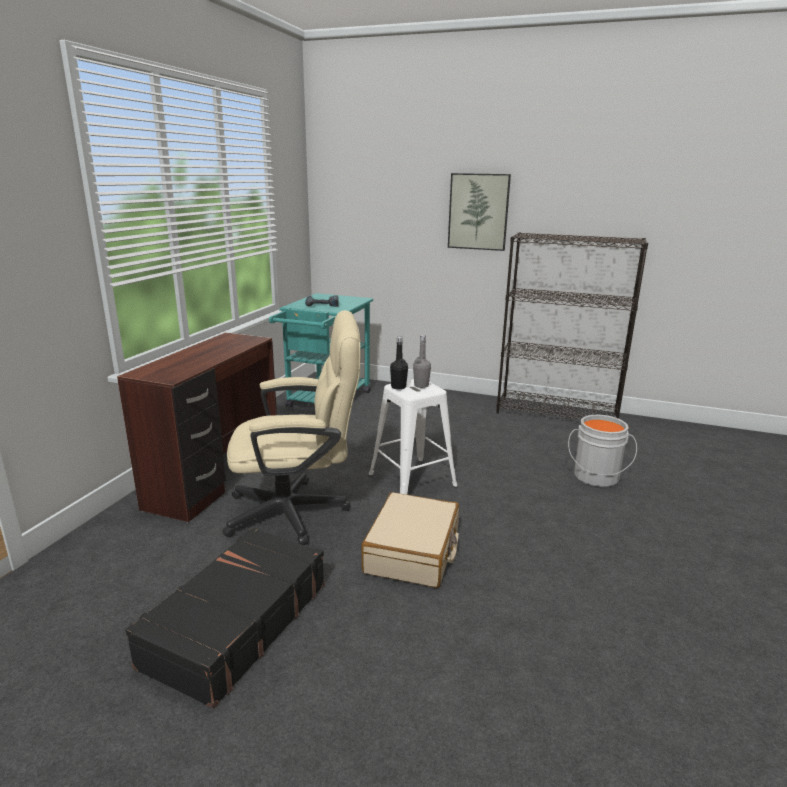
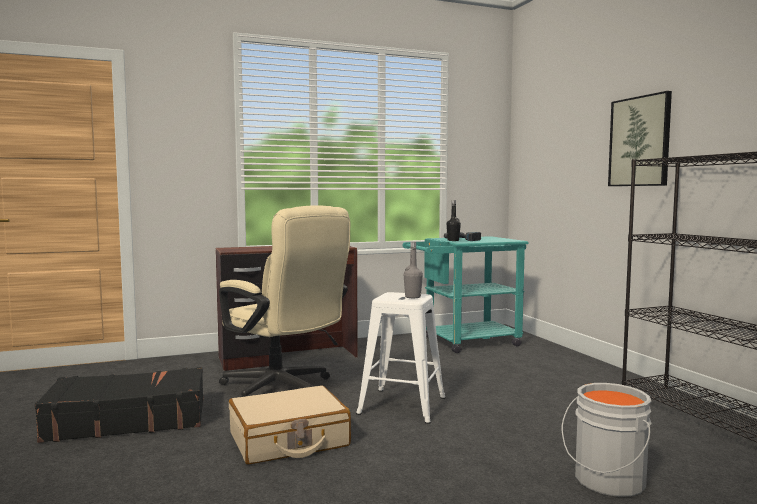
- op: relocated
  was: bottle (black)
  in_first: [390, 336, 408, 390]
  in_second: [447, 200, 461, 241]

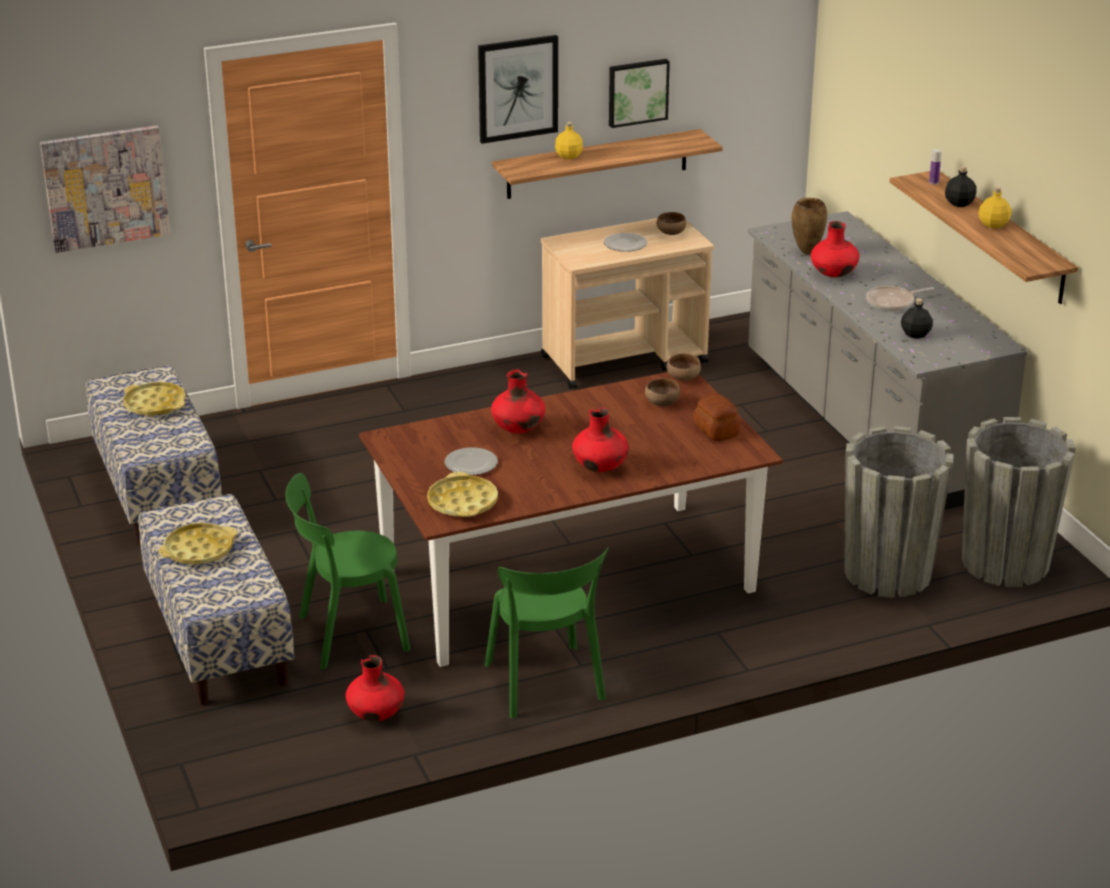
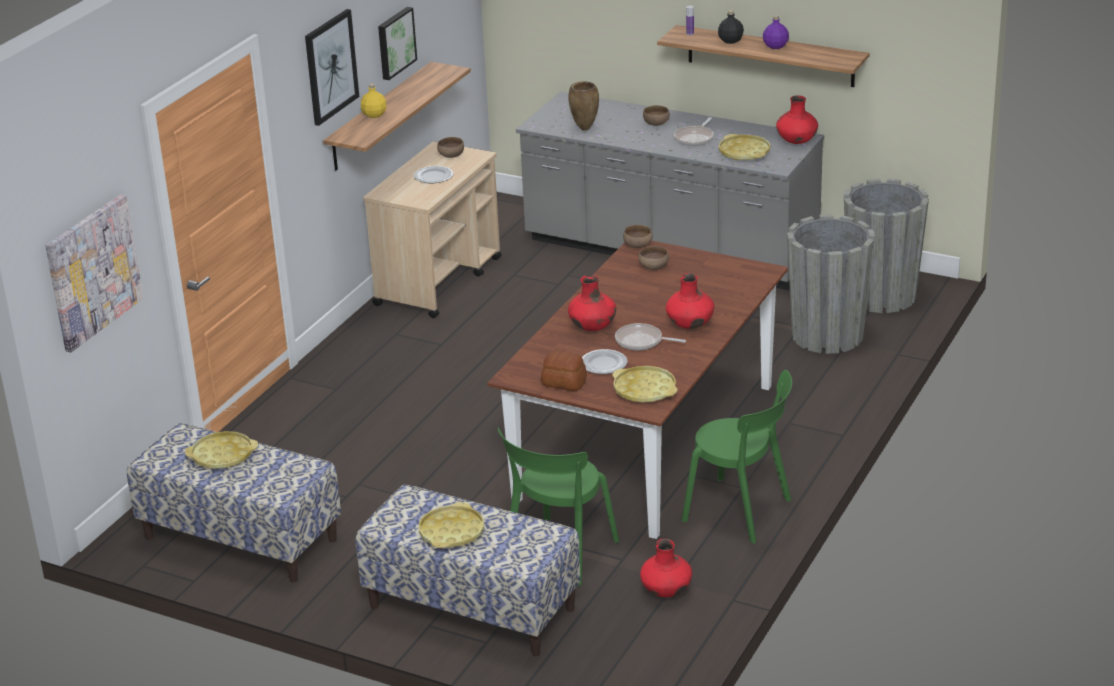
- op: relocated
  was: bread
  in_first: [693, 393, 740, 441]
  in_second: [541, 350, 587, 391]
- op: relocated
  was: vase (red)
  in_first: [811, 221, 859, 277]
  in_second: [776, 95, 818, 144]
- op: exchanged
  was: bottle (black)
  now: tray (yellow)
  in_first: [901, 298, 933, 339]
  in_second: [719, 134, 770, 160]
- op: colour
  was: bottle (yellow)
  now: bottle (purple)
  in_first: [978, 187, 1011, 229]
  in_second: [763, 15, 789, 49]
- op: appeared
  now: frying pan
  in_second: [615, 323, 686, 350]
- op: appeared
  now: bowl (brown)
  in_second: [643, 105, 670, 126]

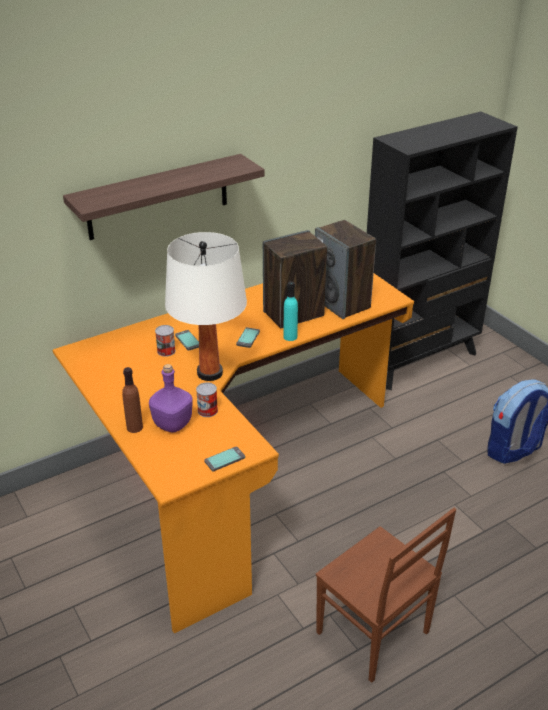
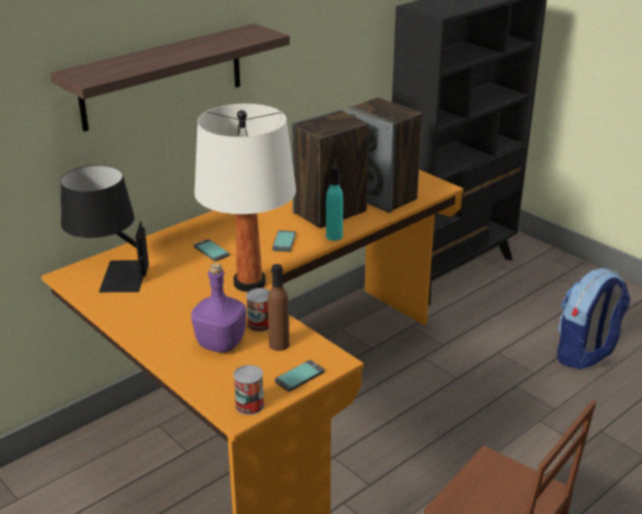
- op: relocated
  was: bottle (brown)
  in_first: [122, 367, 143, 433]
  in_second: [268, 264, 289, 351]
- op: relocated
  was: can
  in_first: [155, 325, 176, 357]
  in_second: [233, 365, 264, 415]
- op: appeared
  now: table lamp (black)
  in_second: [61, 165, 149, 292]

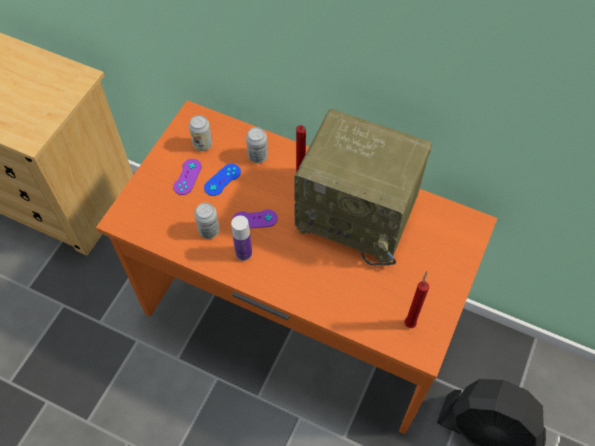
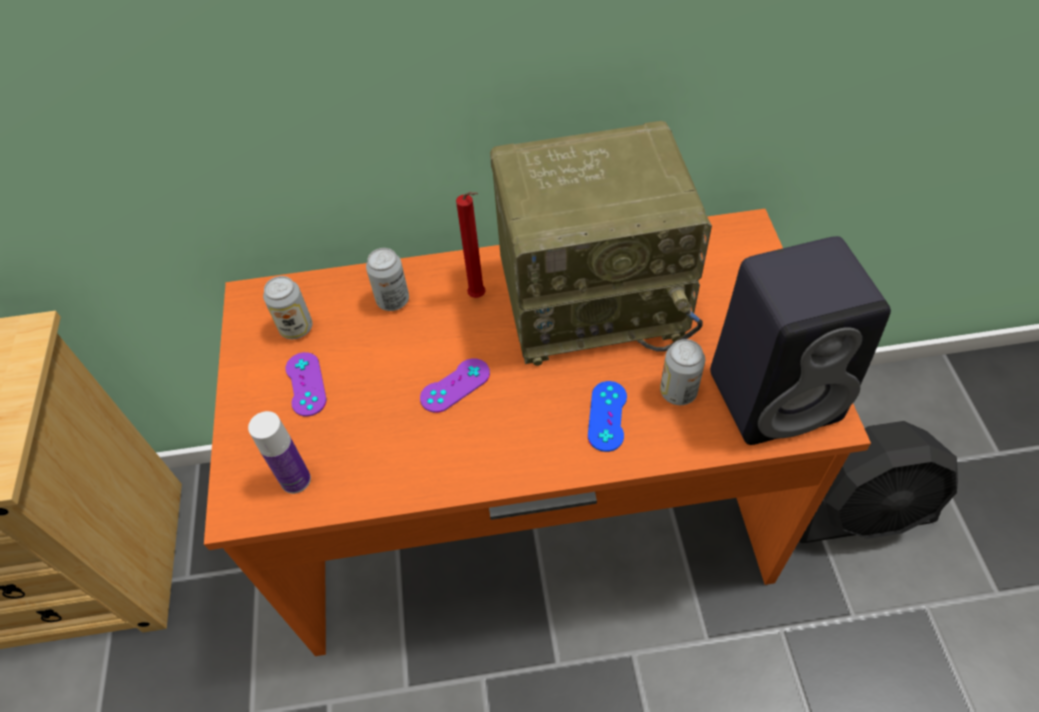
- op: relocated
  was: can
  in_first: [194, 203, 220, 239]
  in_second: [660, 339, 705, 405]
- op: relocated
  was: game controller (blue)
  in_first: [204, 164, 241, 196]
  in_second: [588, 381, 627, 452]
- op: relocated
  was: bottle
  in_first: [231, 216, 252, 261]
  in_second: [248, 411, 311, 494]
- op: exchanged
  was: candle (red)
  now: speaker (black)
  in_first: [405, 271, 429, 328]
  in_second: [710, 236, 891, 445]

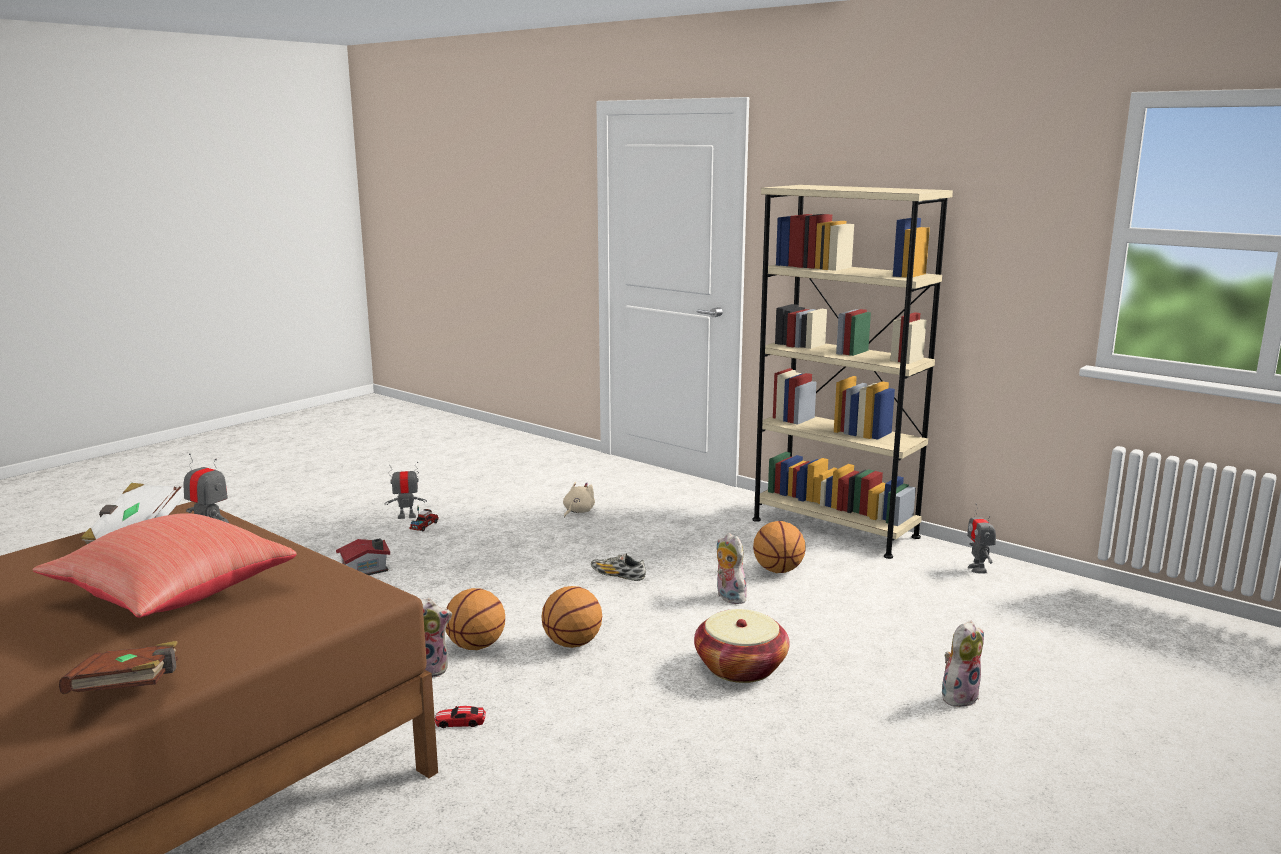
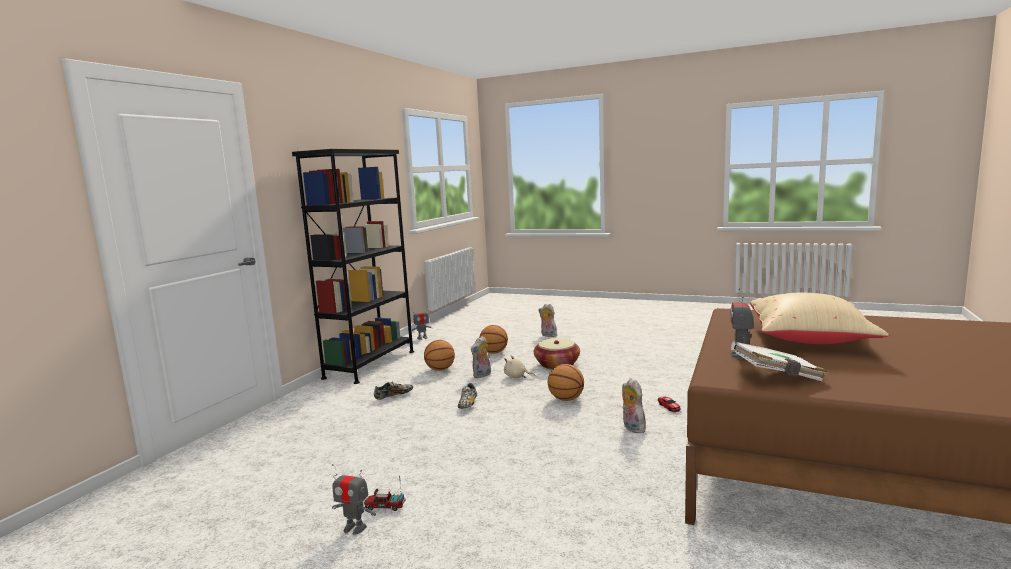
- op: colour
  was: pillow (red)
  now: pillow (beige)
  in_first: [33, 513, 296, 618]
  in_second: [750, 293, 889, 344]
- op: missing
  was: book (brown)
  in_first: [59, 641, 178, 694]
- op: missing
  was: toy house
  in_first: [336, 538, 390, 575]
- op: spun
  was: toy robot
  in_first: [385, 462, 427, 519]
  in_second: [332, 464, 376, 535]
  clockwise: -45
- op: relocated
  was: basketball
  in_first: [446, 588, 505, 650]
  in_second: [479, 325, 508, 354]
- op: relocated
  was: plush toy (beige)
  in_first: [563, 482, 595, 518]
  in_second: [504, 355, 535, 378]
- op: colour
  was: bookcase (beige)
  now: bookcase (black)
  in_first: [752, 185, 953, 559]
  in_second: [292, 149, 414, 384]
- op: appeared
  now: shoe
  in_second: [374, 382, 413, 400]

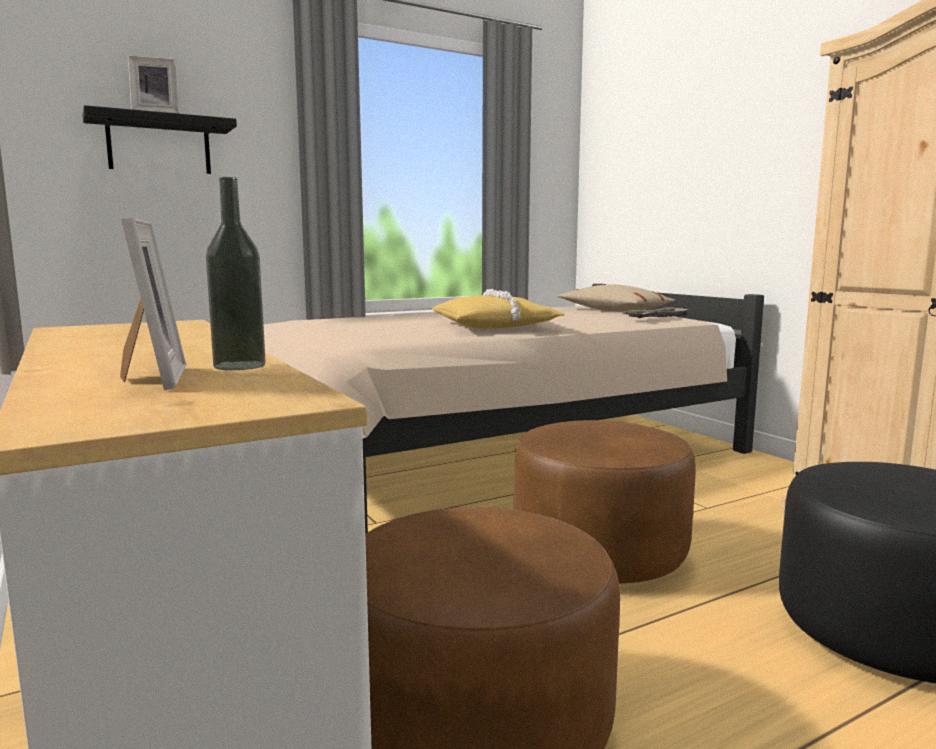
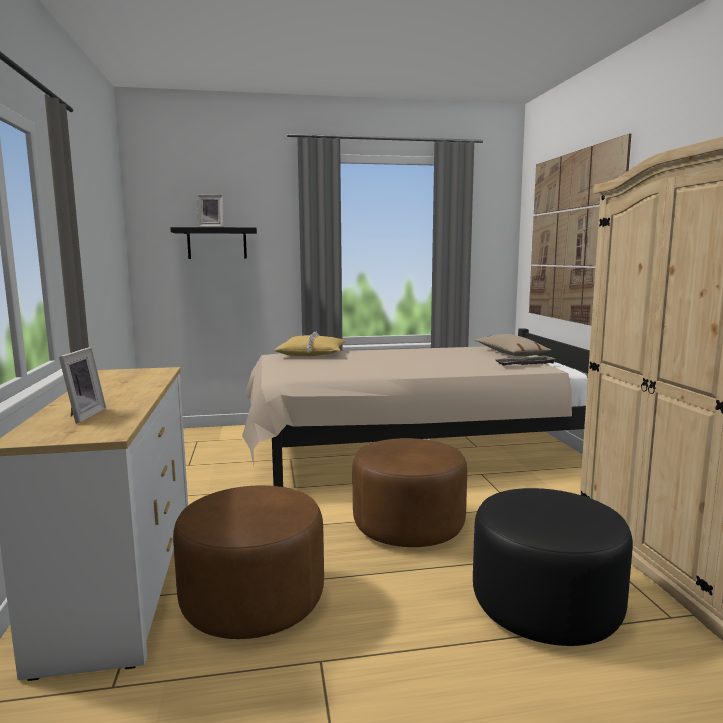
- op: missing
  was: bottle
  in_first: [206, 177, 266, 370]
- op: relocated
  was: pillow (yellow)
  in_first: [432, 289, 564, 329]
  in_second: [275, 331, 346, 356]
- op: appeared
  now: picture
  in_second: [529, 134, 631, 326]

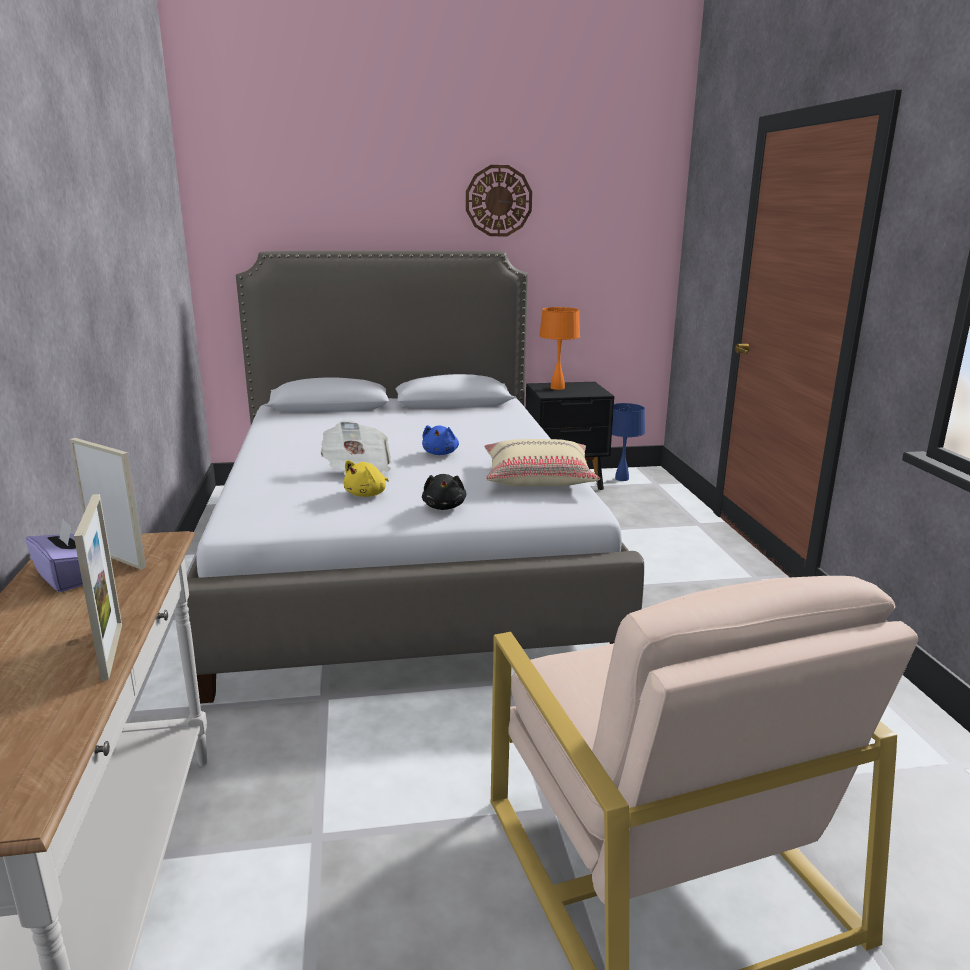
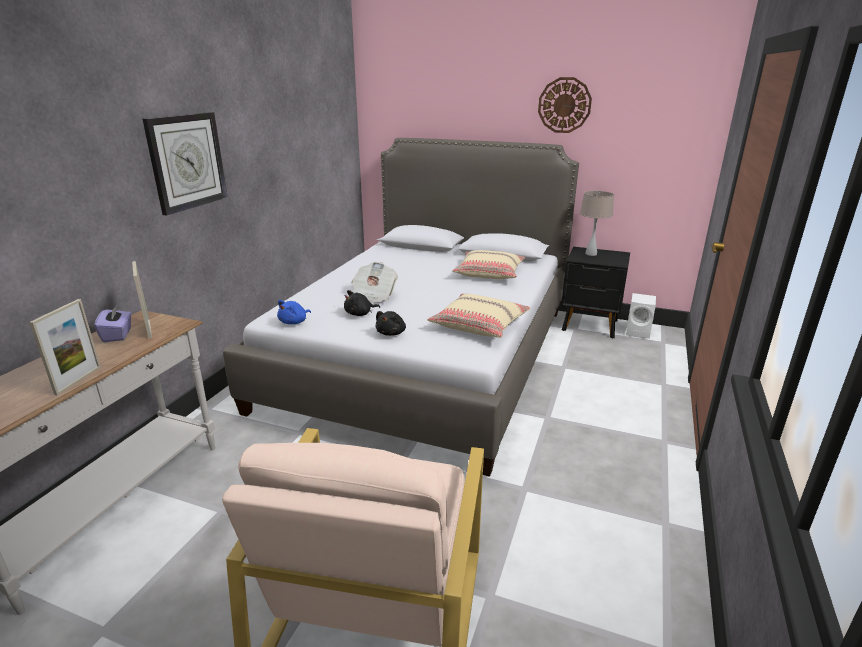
- op: colour
  was: plush toy (yellow)
  now: plush toy (black)
  in_first: [343, 460, 389, 497]
  in_second: [344, 290, 380, 316]
- op: relocated
  was: plush toy (blue)
  in_first: [422, 425, 459, 455]
  in_second: [277, 300, 311, 324]
- op: colour
  was: table lamp (orange)
  now: table lamp (beige)
  in_first: [539, 307, 580, 390]
  in_second: [580, 191, 614, 256]
- op: exchanged
  was: table lamp (blue)
  now: speaker (white)
  in_first: [612, 403, 645, 481]
  in_second: [626, 293, 656, 339]
- op: appeared
  now: wall clock
  in_second: [142, 112, 227, 215]
- op: appeared
  now: pillow (beige)
  in_second: [452, 250, 525, 279]

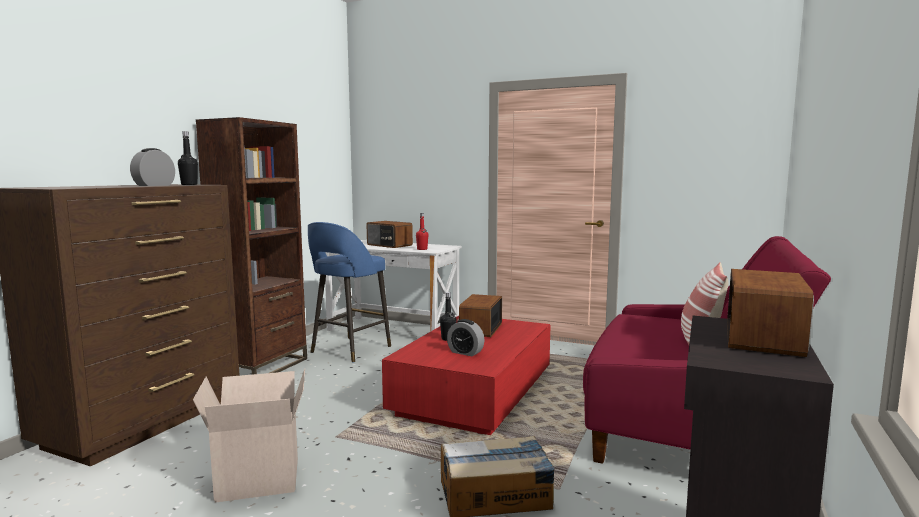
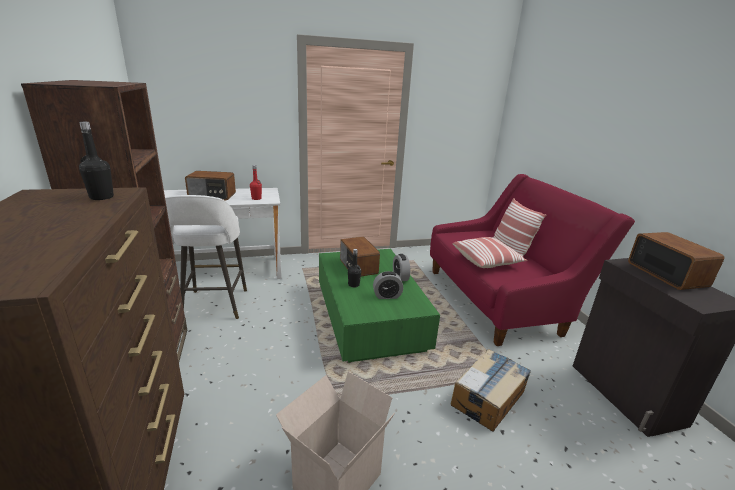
- op: relocated
  was: alarm clock
  in_first: [130, 148, 175, 186]
  in_second: [393, 254, 410, 281]
- op: colour
  was: stool (blue)
  now: stool (white)
  in_first: [308, 222, 391, 363]
  in_second: [165, 195, 247, 319]
- op: colour
  was: coffee table (red)
  now: coffee table (green)
  in_first: [382, 316, 551, 435]
  in_second: [319, 249, 440, 363]
- op: appeared
  now: pillow
  in_second: [452, 237, 527, 268]

